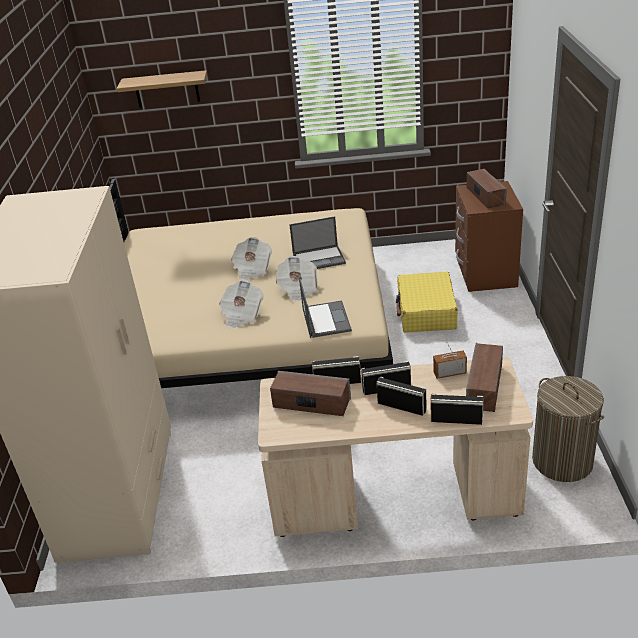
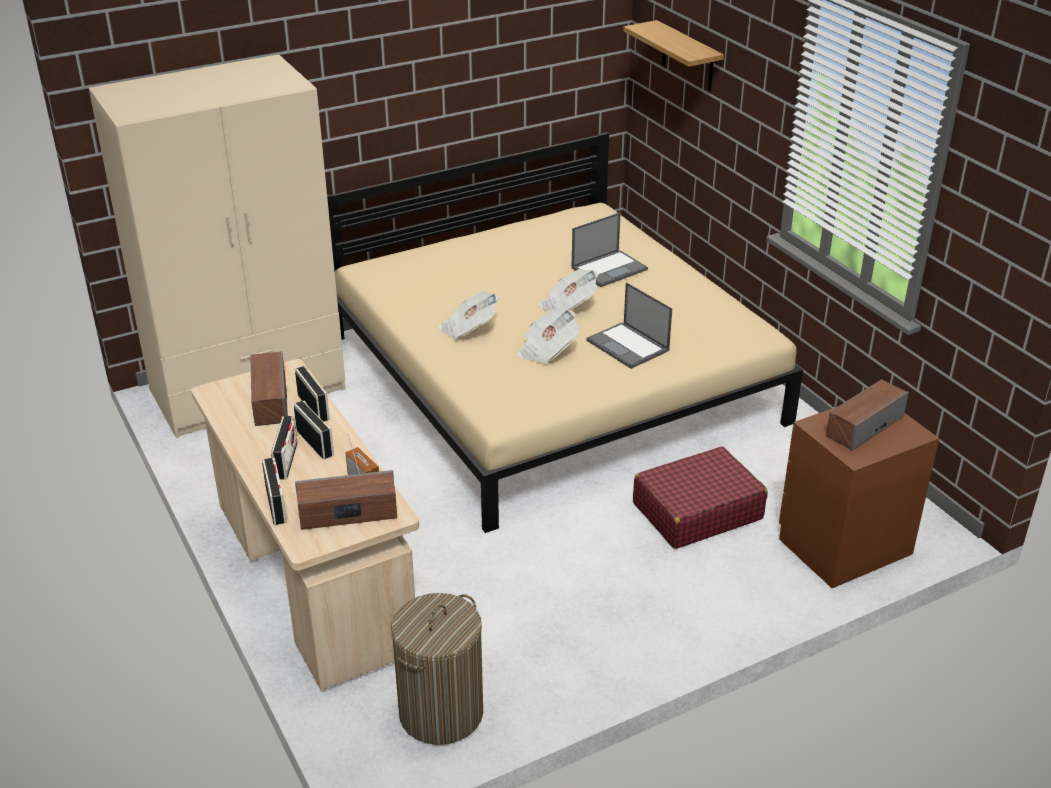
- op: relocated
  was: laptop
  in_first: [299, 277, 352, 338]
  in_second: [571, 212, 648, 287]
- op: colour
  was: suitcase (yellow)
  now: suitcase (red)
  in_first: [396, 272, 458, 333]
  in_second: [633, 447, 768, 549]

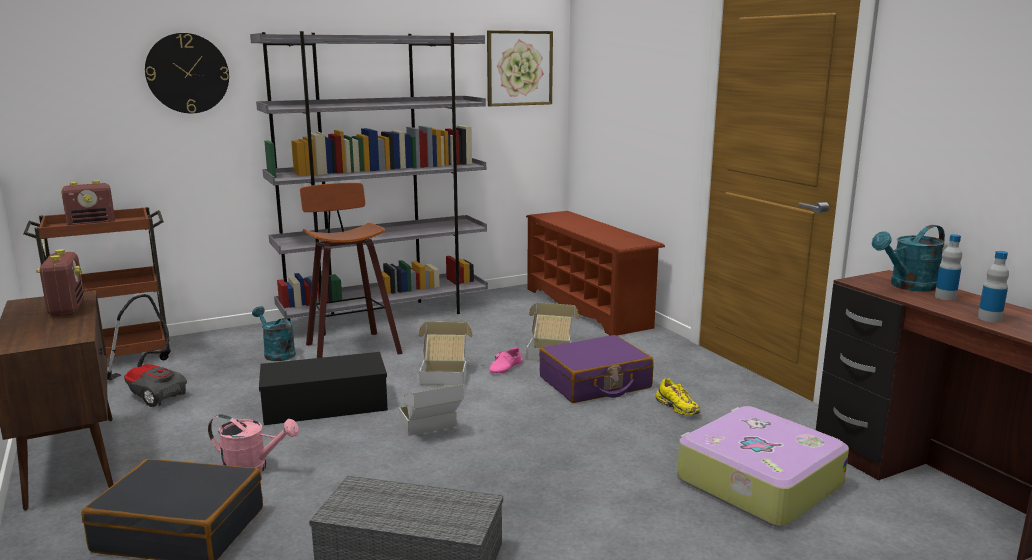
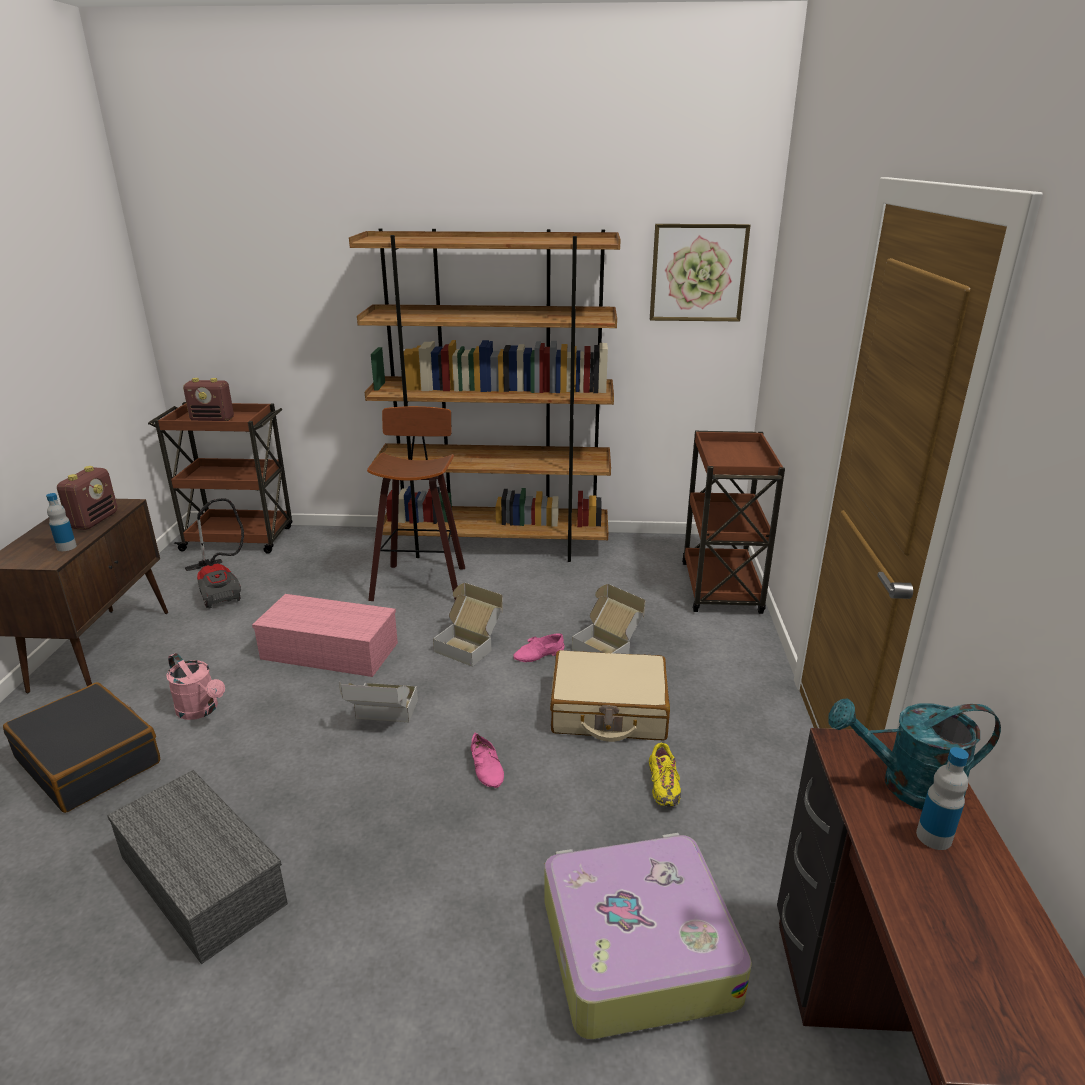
- op: missing
  was: wall clock
  in_first: [145, 33, 229, 113]
- op: colour
  was: bookcase (grey)
  now: bookcase (brown)
  in_first: [250, 31, 488, 336]
  in_second: [349, 228, 621, 562]
- op: missing
  was: watering can (turquoise)
  in_first: [252, 306, 296, 361]
- op: colour
  was: storage box (black)
  now: storage box (pink)
  in_first: [259, 352, 388, 425]
  in_second: [252, 594, 398, 677]
- op: exchanged
  was: shoe rack (brown)
  now: cart (brown)
  in_first: [526, 211, 665, 336]
  in_second: [682, 431, 785, 614]
- op: colour
  was: suitcase (purple)
  now: suitcase (beige)
  in_first: [539, 335, 653, 403]
  in_second: [550, 650, 670, 742]
- op: relocated
  was: bottle
  in_first: [978, 251, 1009, 323]
  in_second: [46, 493, 77, 551]
- op: appeared
  now: shoe (pink)
  in_second: [471, 732, 504, 788]

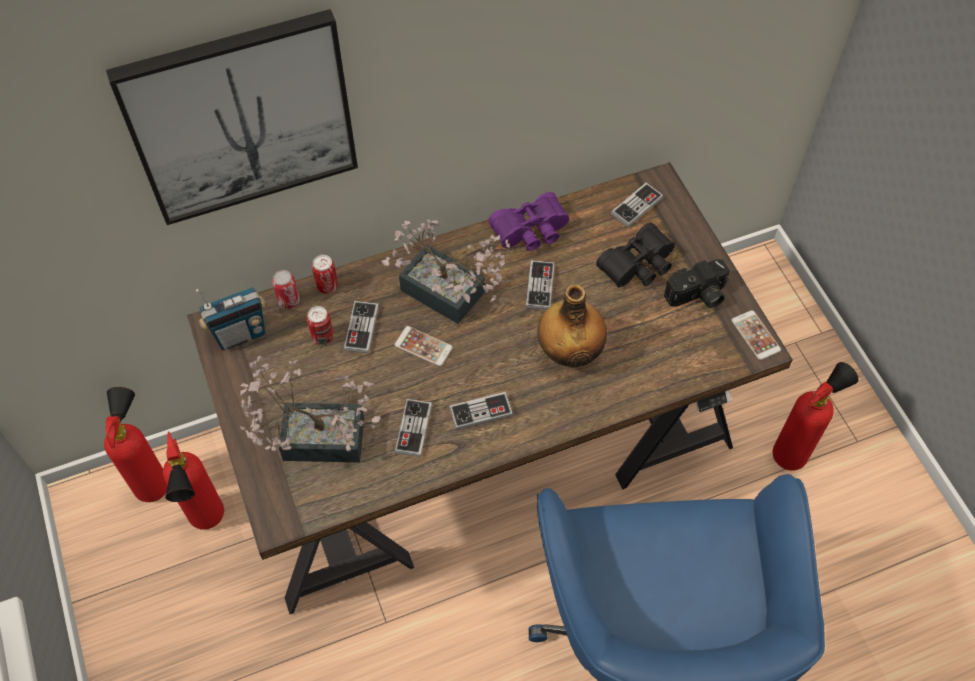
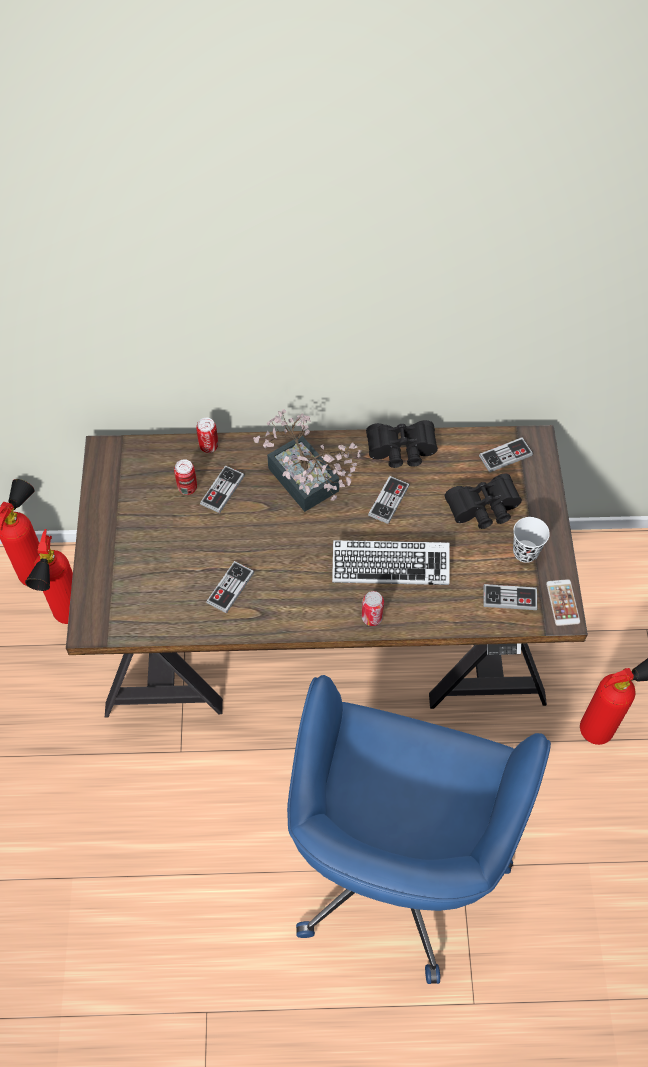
- op: missing
  was: picture
  in_first: [106, 9, 358, 225]
- op: missing
  was: radio
  in_first: [196, 287, 267, 351]
- op: missing
  was: potted plant
  in_first: [240, 356, 381, 463]
- op: relocated
  was: can
  in_first: [272, 270, 299, 309]
  in_second: [362, 591, 384, 626]
- op: missing
  was: phone
  in_first: [395, 326, 453, 366]
- op: relocated
  was: game controller
  in_first: [449, 392, 513, 430]
  in_second: [483, 584, 537, 610]
- op: colour
  was: binoculars (purple)
  now: binoculars (black)
  in_first: [488, 192, 569, 251]
  in_second: [366, 420, 438, 468]
- op: exchanged
  was: bottle
  now: keyboard
  in_first: [538, 284, 607, 367]
  in_second: [332, 540, 450, 585]
- op: exchanged
  was: photo camera
  now: cup (white)
  in_first: [664, 259, 730, 308]
  in_second: [513, 517, 550, 563]

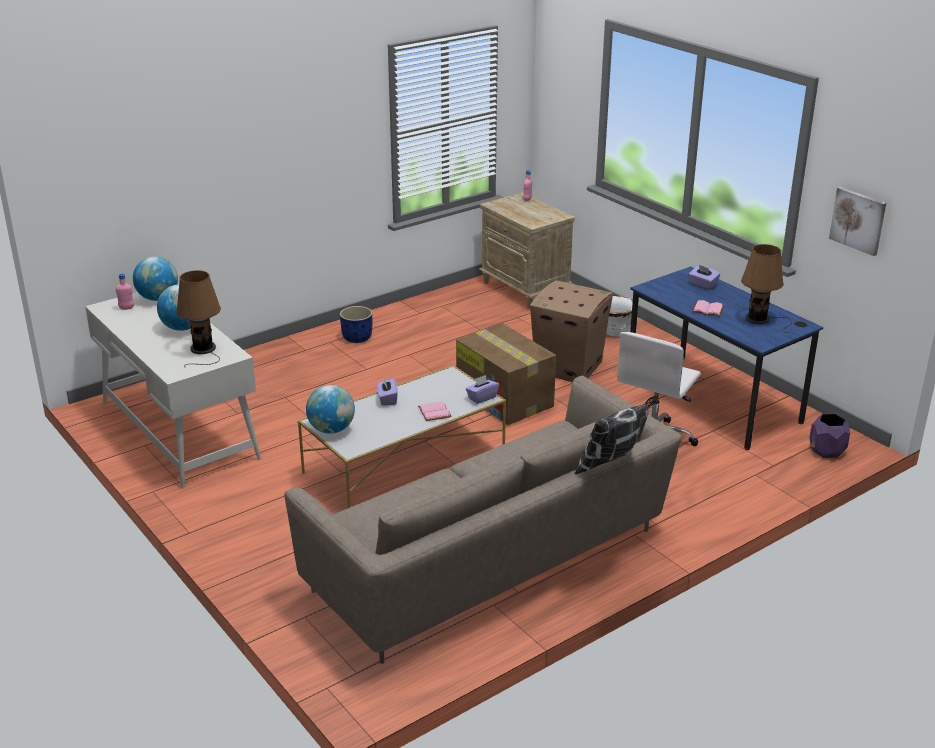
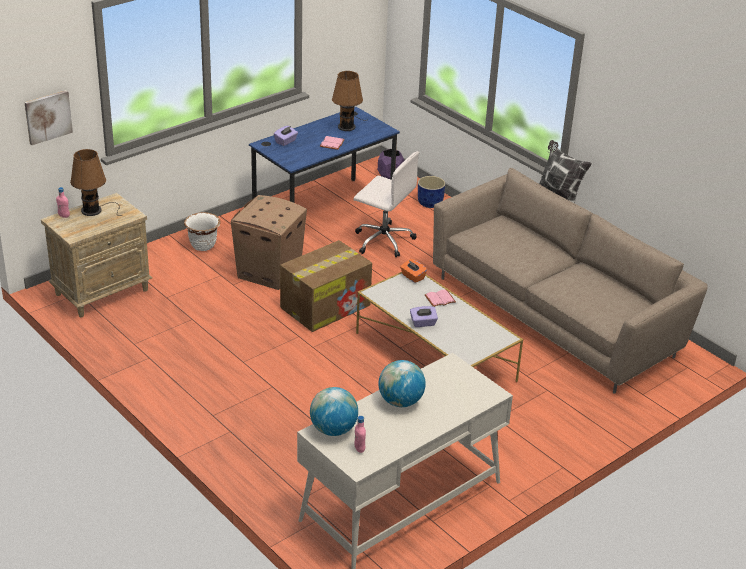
- op: relocated
  was: table lamp (brown)
  in_first: [176, 270, 221, 367]
  in_second: [70, 149, 122, 216]
- op: missing
  was: globe
  in_first: [306, 385, 355, 434]
- op: relocated
  was: planter (blue)
  in_first: [340, 306, 372, 343]
  in_second: [418, 176, 445, 208]
- op: colour
  was: tissue box (purple)
  now: tissue box (orange)
  in_first: [466, 375, 499, 404]
  in_second: [400, 259, 427, 283]
- op: relocated
  was: picture
  in_first: [829, 187, 886, 256]
  in_second: [24, 90, 73, 145]

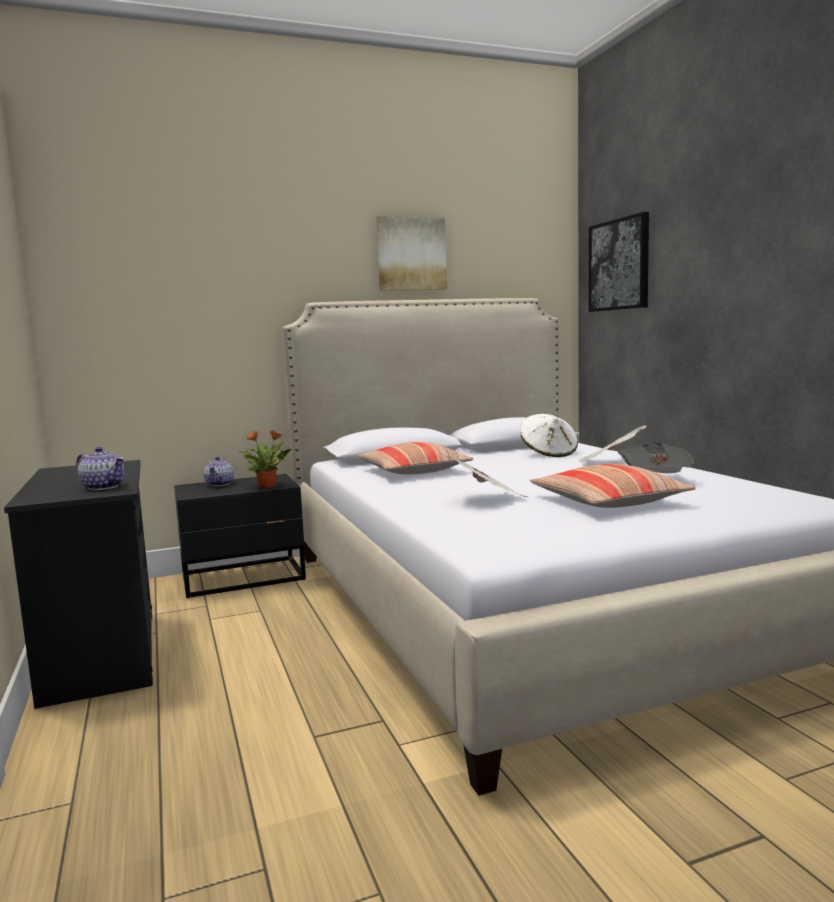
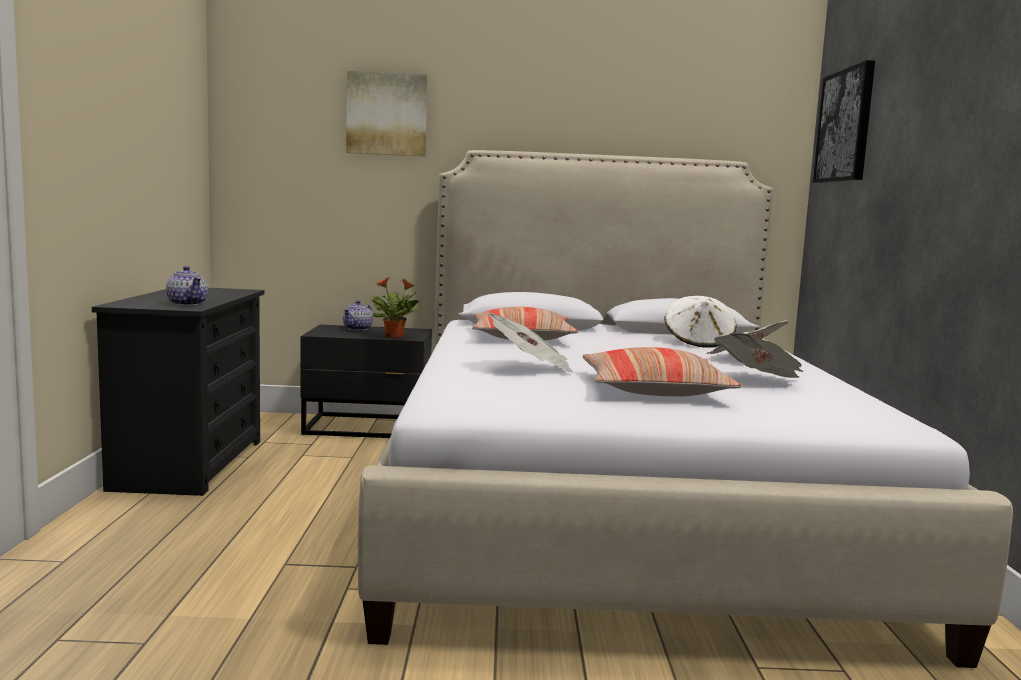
- op: relocated
  was: picture
  in_first: [376, 216, 447, 291]
  in_second: [346, 71, 428, 156]

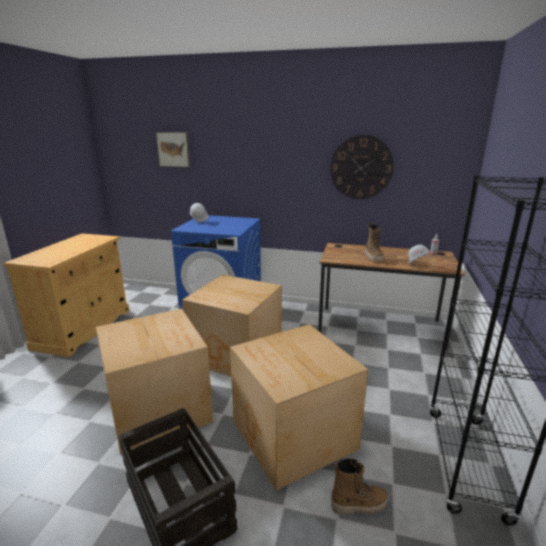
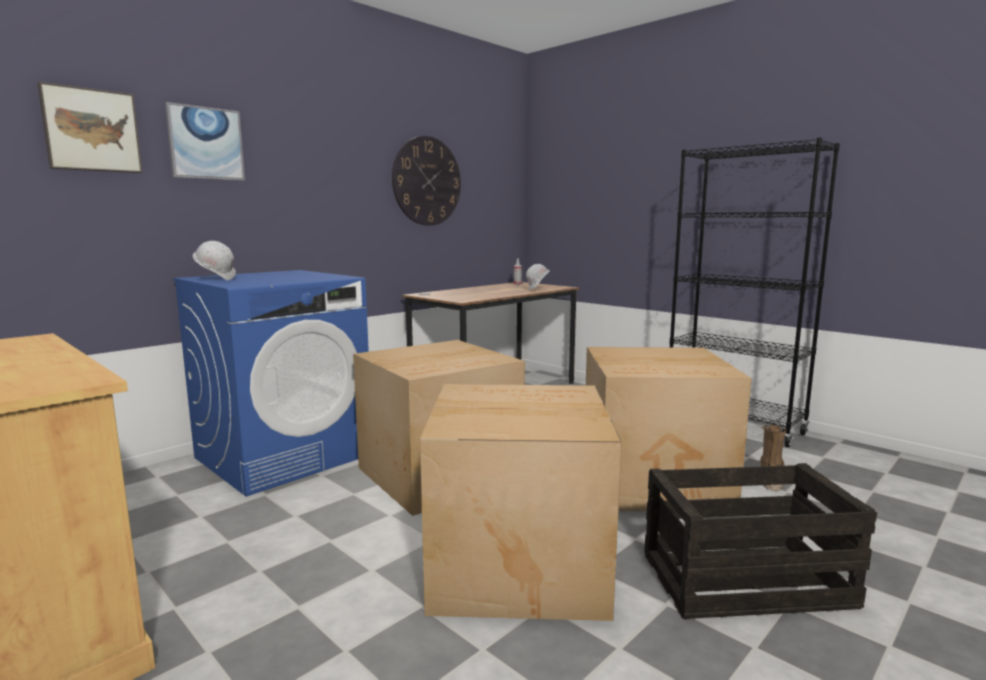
- op: missing
  was: boot
  in_first: [364, 222, 384, 261]
- op: appeared
  now: picture
  in_second: [165, 102, 245, 181]

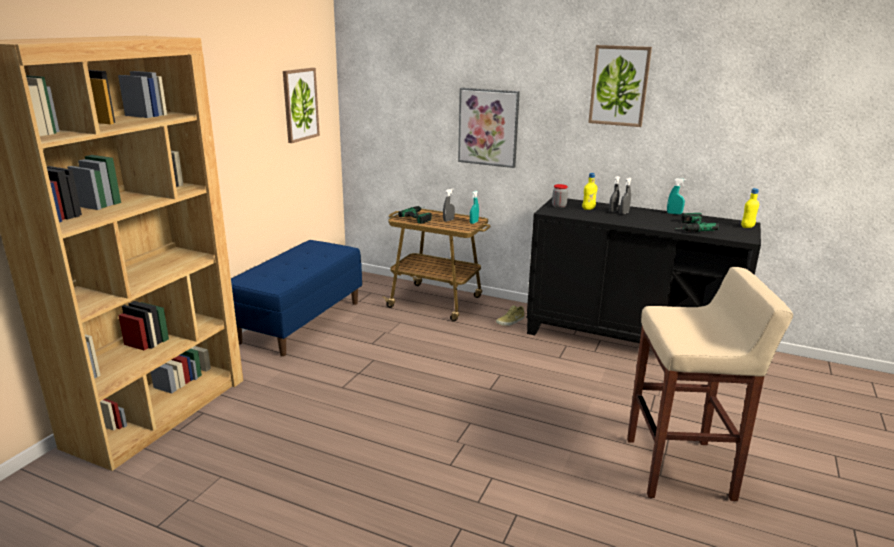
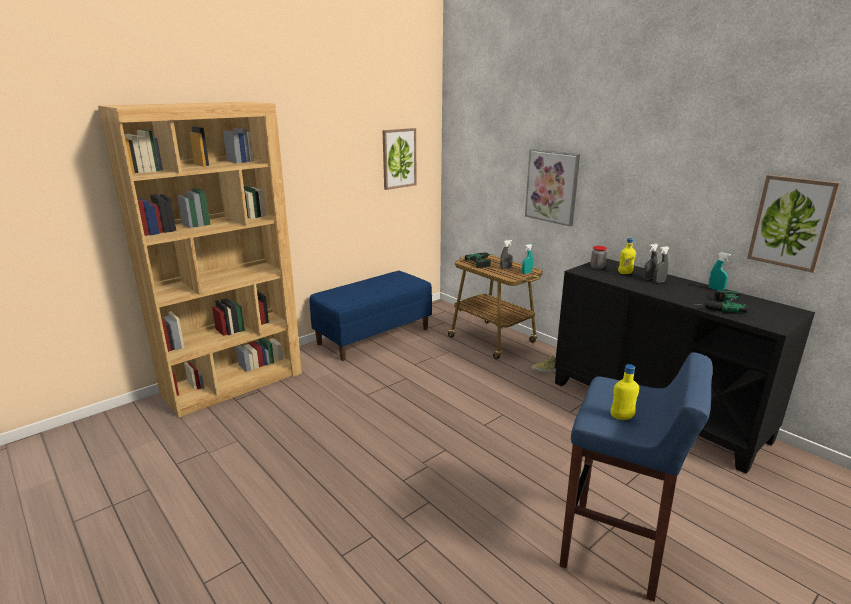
- op: relocated
  was: picture
  in_first: [588, 45, 652, 127]
  in_second: [747, 175, 840, 273]
- op: colour
  was: stool (beige)
  now: stool (blue)
  in_first: [627, 267, 793, 501]
  in_second: [560, 352, 713, 602]
- op: relocated
  was: bottle (yellow)
  in_first: [741, 188, 759, 228]
  in_second: [611, 364, 639, 420]

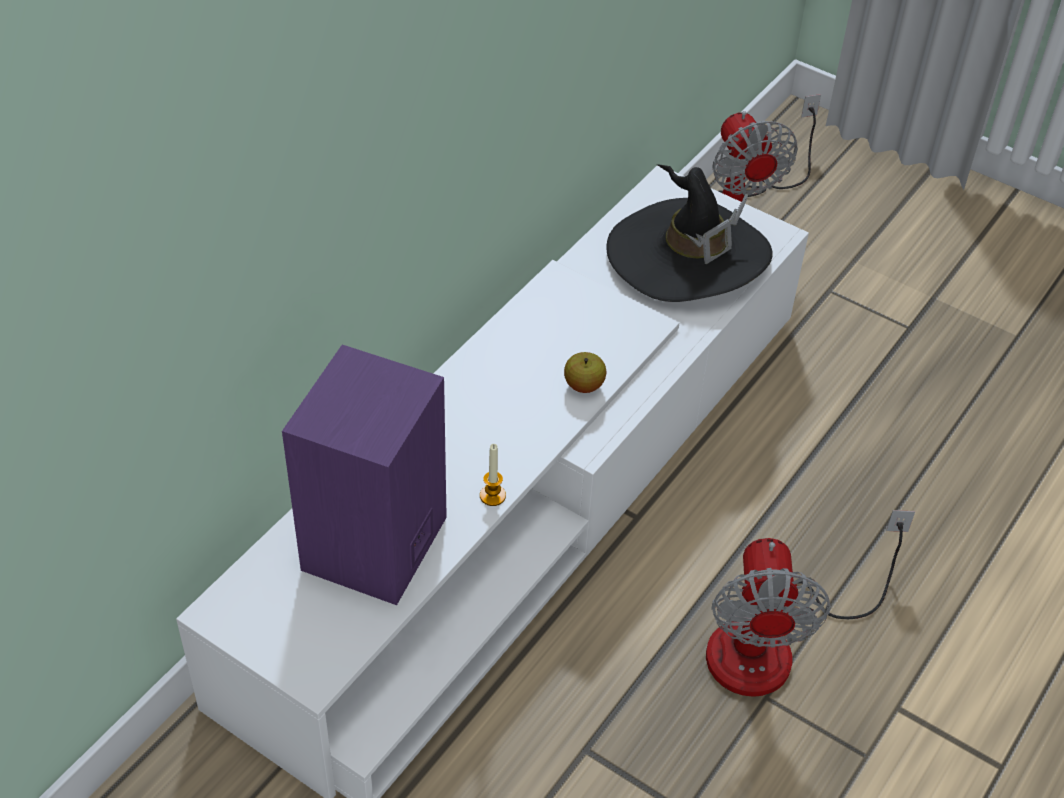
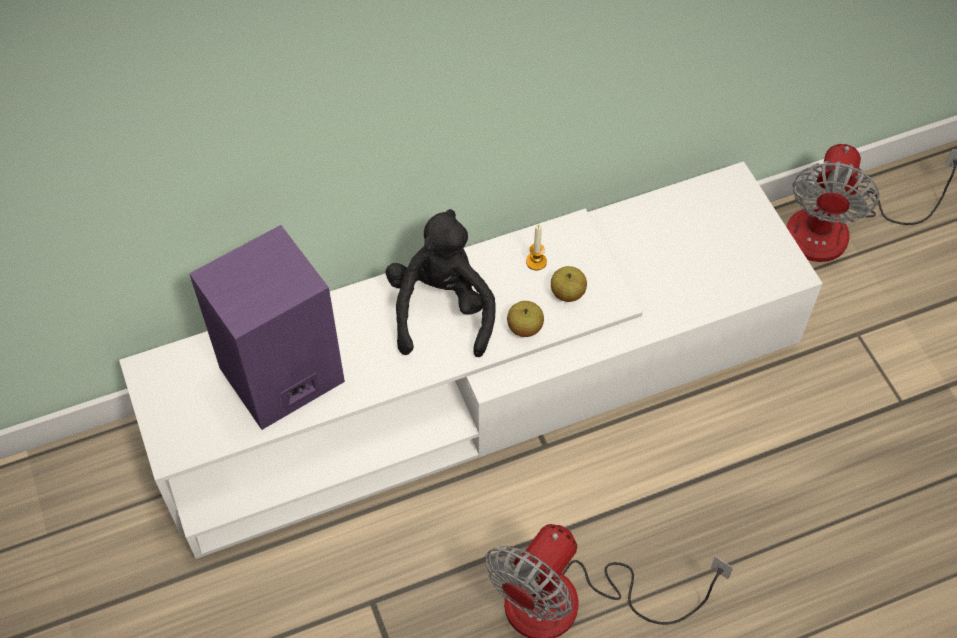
- op: relocated
  was: candle
  in_first: [480, 444, 506, 506]
  in_second: [526, 224, 547, 270]
- op: missing
  was: hat (black)
  in_first: [606, 164, 773, 302]
- op: appeared
  now: plush toy (black)
  in_second: [386, 209, 495, 357]
- op: appeared
  now: apple
  in_second: [551, 266, 587, 302]

